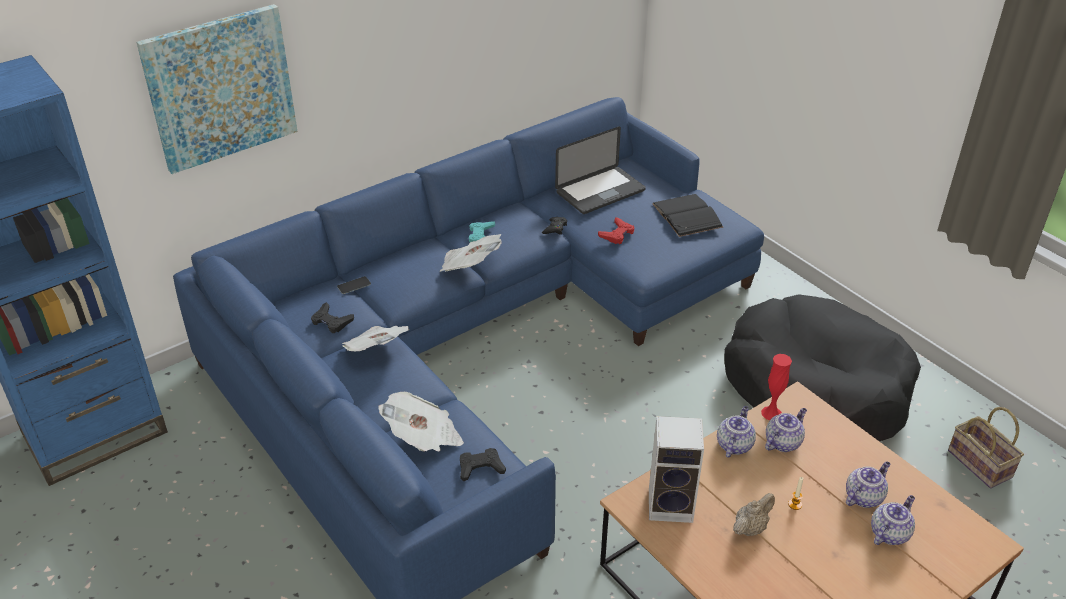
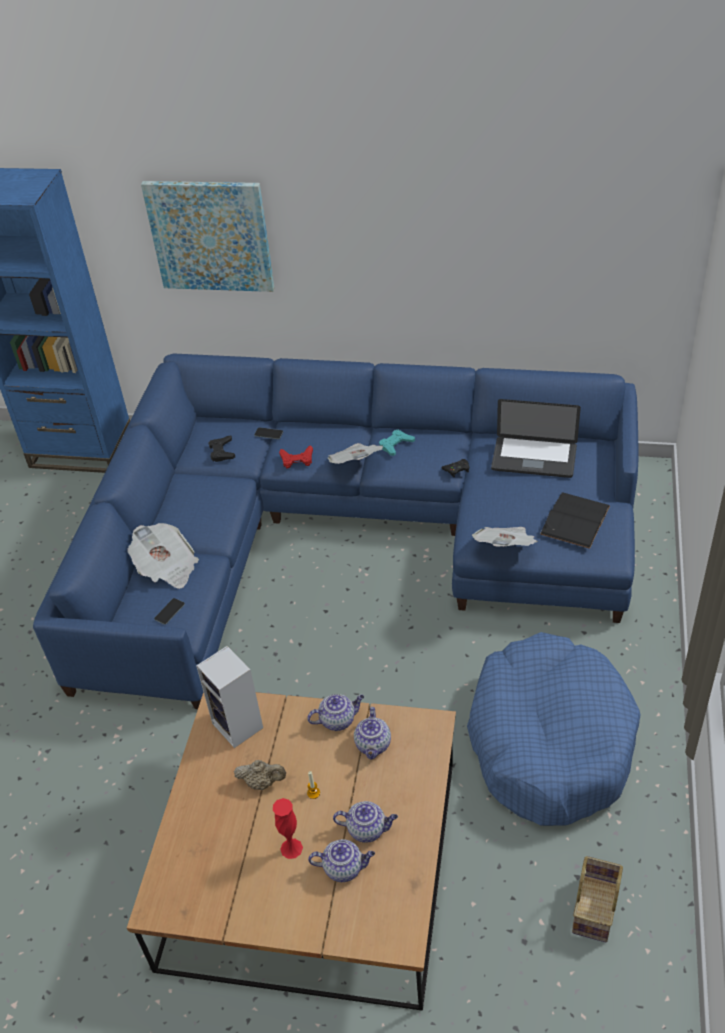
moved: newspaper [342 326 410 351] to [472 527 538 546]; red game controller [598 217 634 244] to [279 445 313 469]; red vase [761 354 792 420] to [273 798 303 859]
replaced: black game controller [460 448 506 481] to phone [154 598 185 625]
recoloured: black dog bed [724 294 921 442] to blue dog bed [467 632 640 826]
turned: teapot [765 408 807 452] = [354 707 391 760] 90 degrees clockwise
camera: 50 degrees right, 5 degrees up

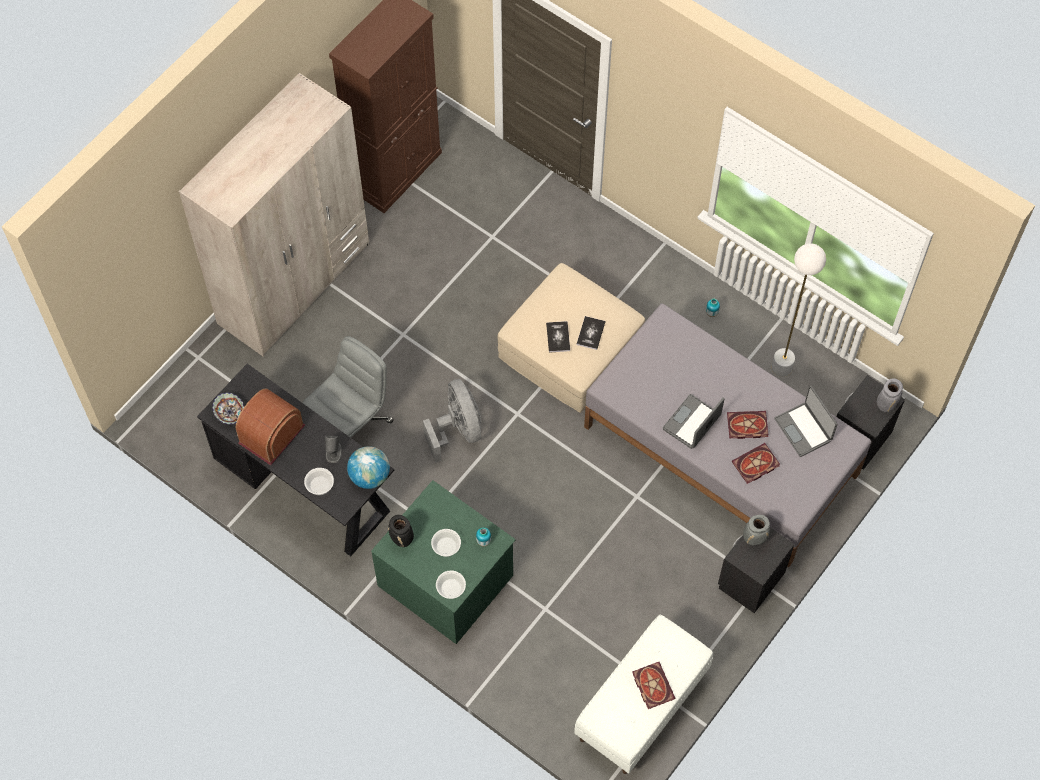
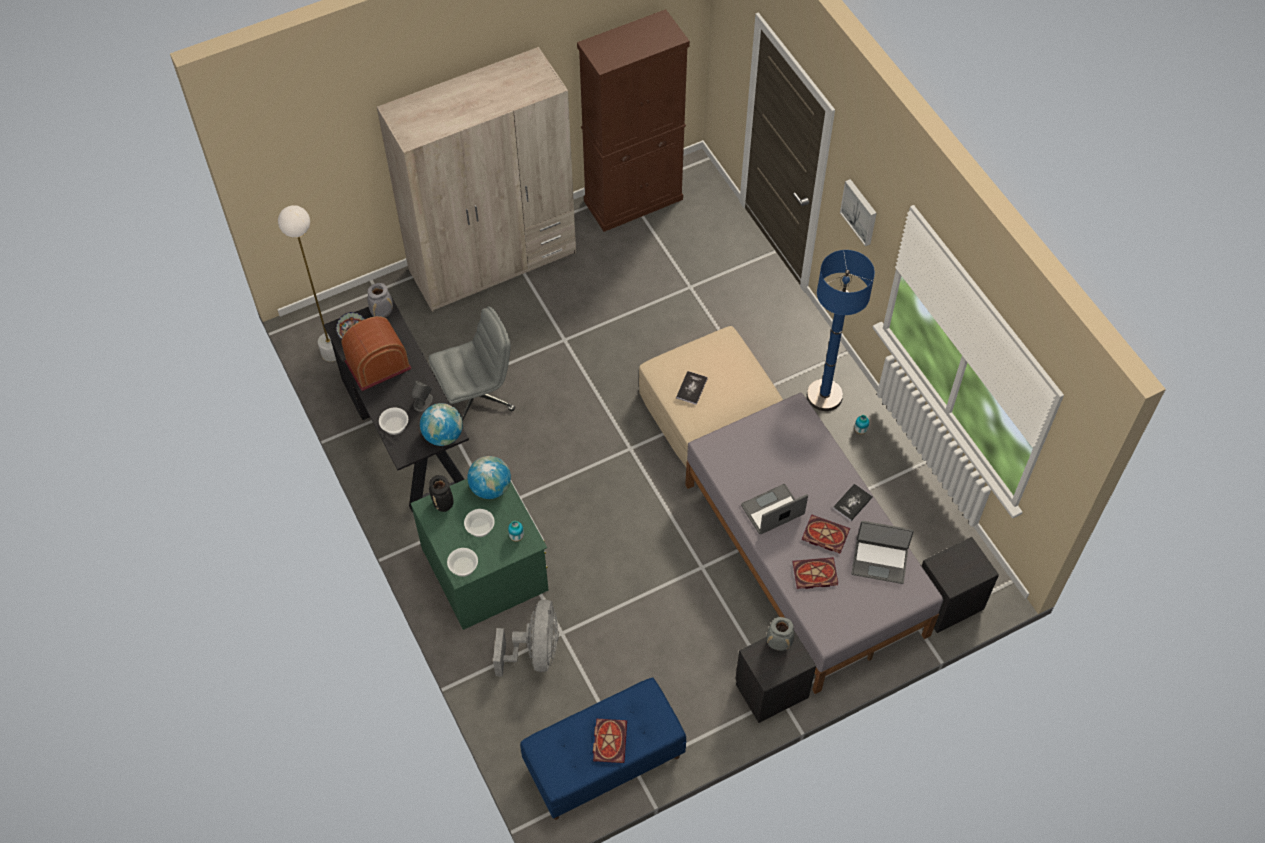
added: globe [467 456 511 499]; blue floor lamp [807 250 875 411]; picture [840 179 877 246]
moved: grey fan [423 379 482 463] to [493 600 559 677]; book [577 316 606 350] to [833 484 873 521]; white floor lamp [772 243 826 377] to [278 205 336 362]; grey vase [877 378 903 412] to [367 283 393 318]
recoloured: white bench [574 614 713 774] to blue bench [520 678 687 820]
turned: laptop [775 386 838 457] = [851 521 914 584] 75 degrees counterclockwise
camera: 25 degrees right, 5 degrees down

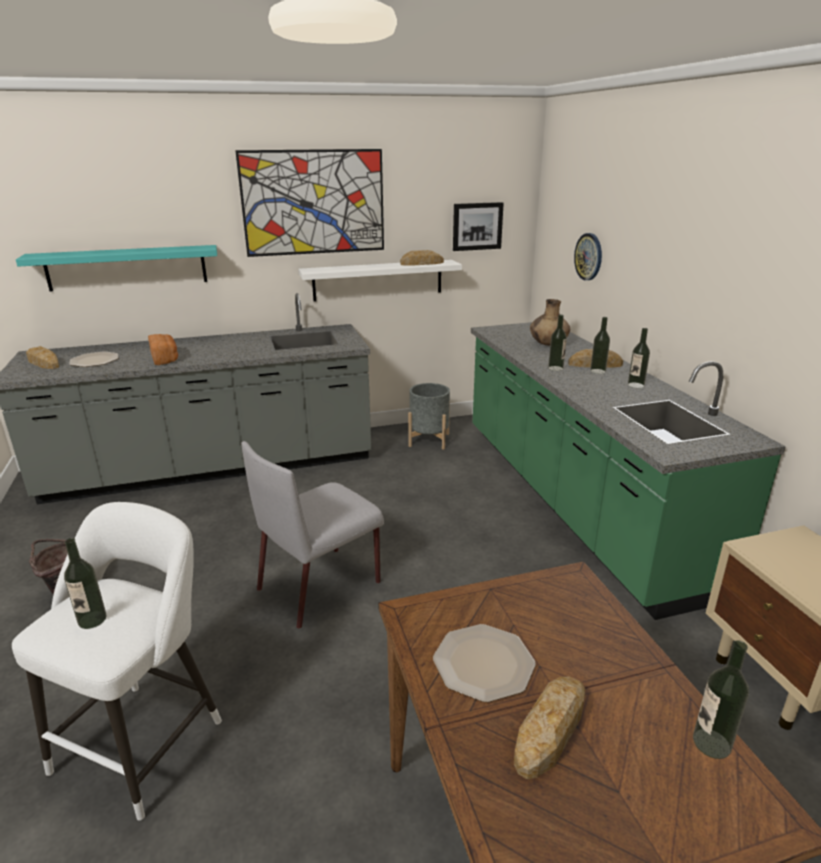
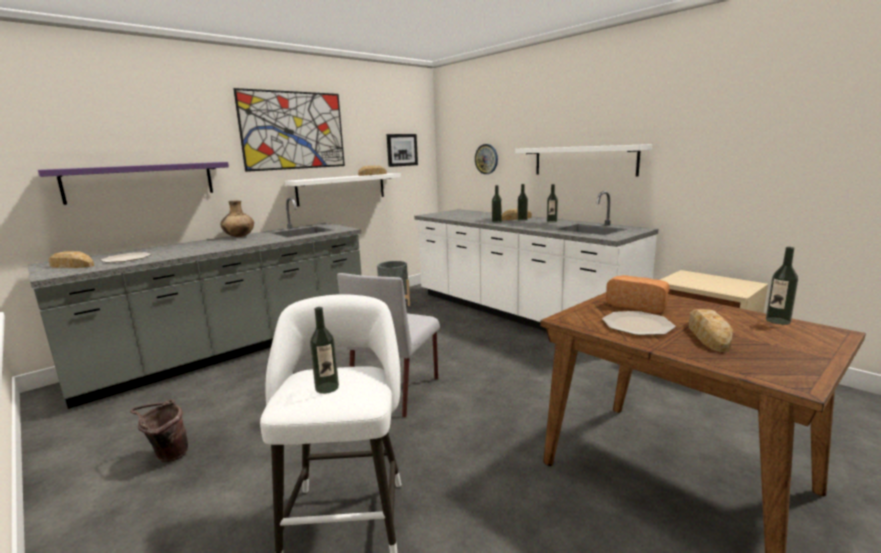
added: white shelf [515 144 652 176]
moved: bread [148 334 178 365] to [606 275 670 313]; brown vase [530 299 570 346] to [220 201 254 237]
recoloured: turquoise shelf [16 245 217 291] to purple shelf [38 162 229 205]; green counter [471 322 786 620] to white counter [414 191 659 331]
camera: 25 degrees left, 10 degrees down

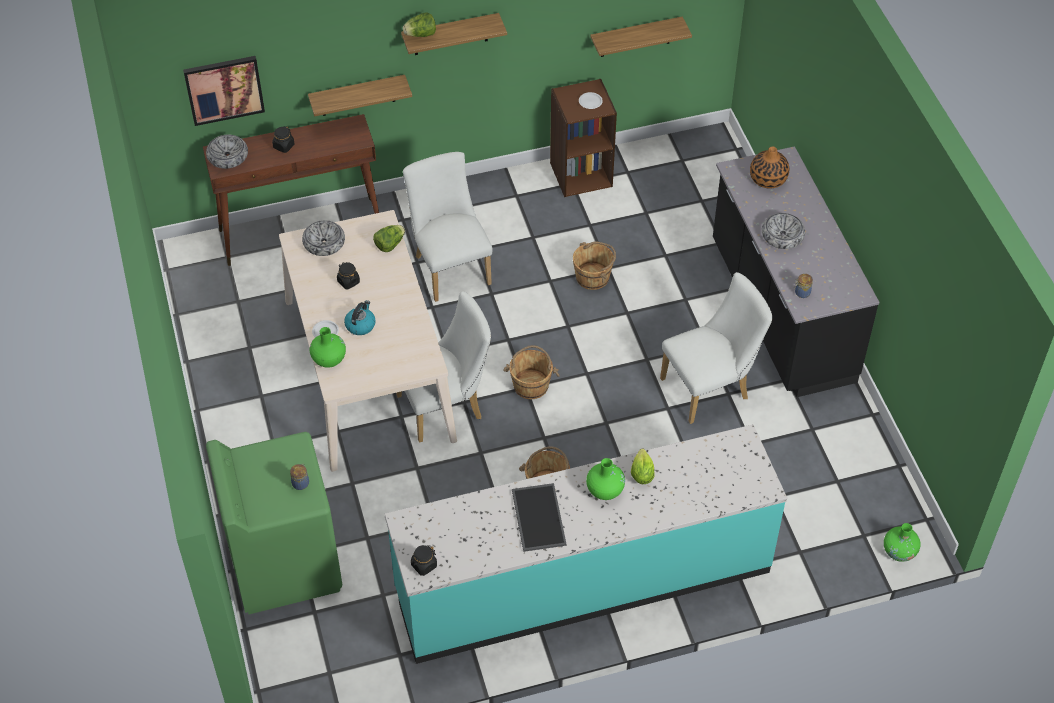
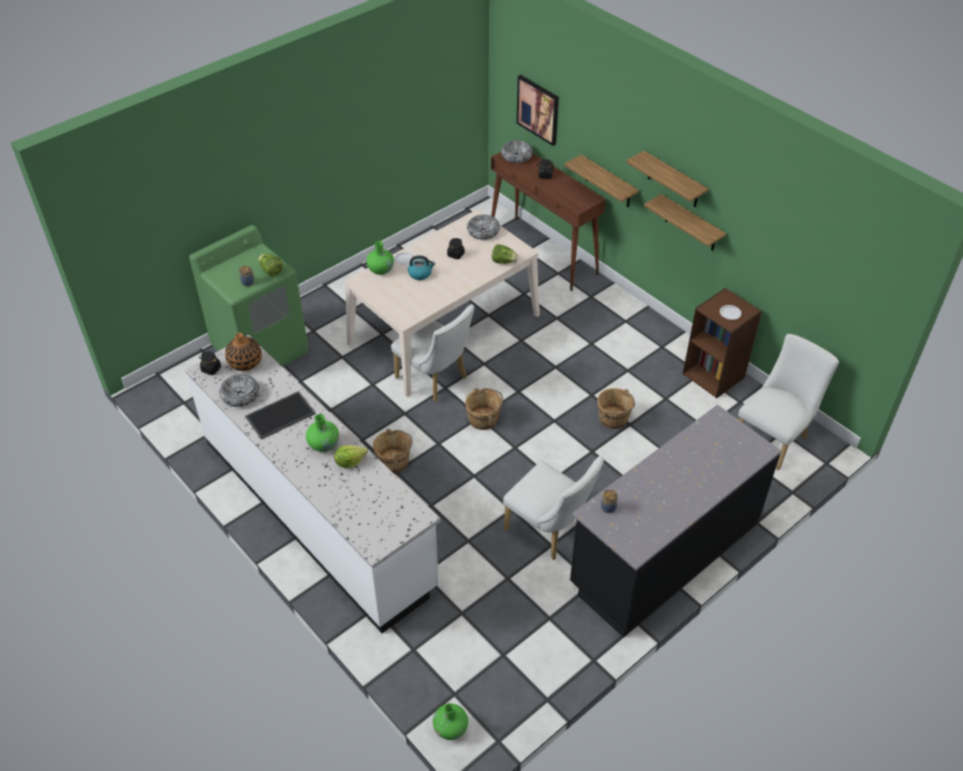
moved: lettuce [403 13 436 37] to [259 254 283 276]; white chair [403 152 493 302] to [738 334 839 471]; shelf [591 17 692 57] to [644 194 726 251]; vase [750 146 789 188] to [225 333 262 371]; bowl [762 213 805 249] to [219 374 259 407]
recoloured: turquoise counter [385 424 787 664] to white counter [185 335 441 633]
camera: 65 degrees right, 5 degrees down

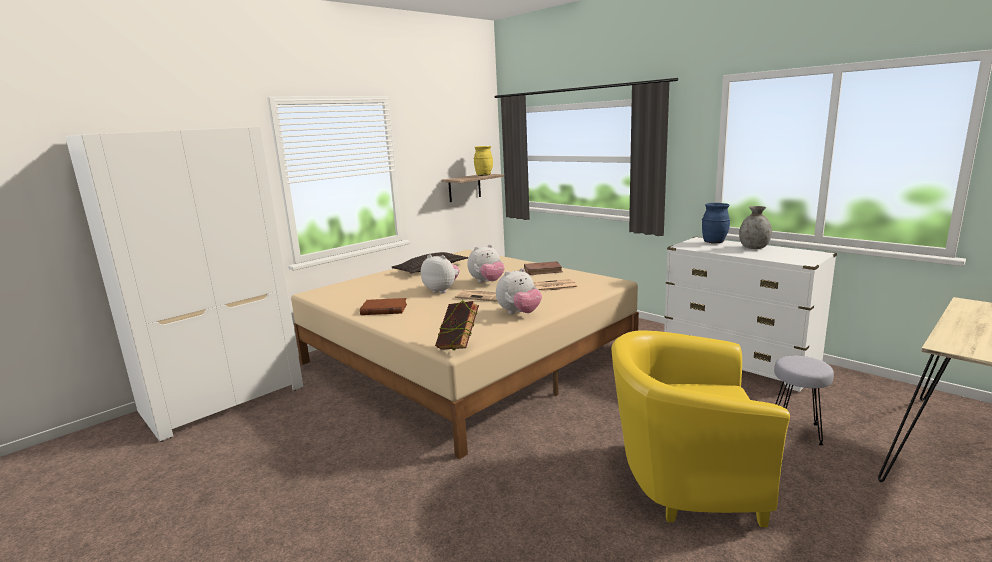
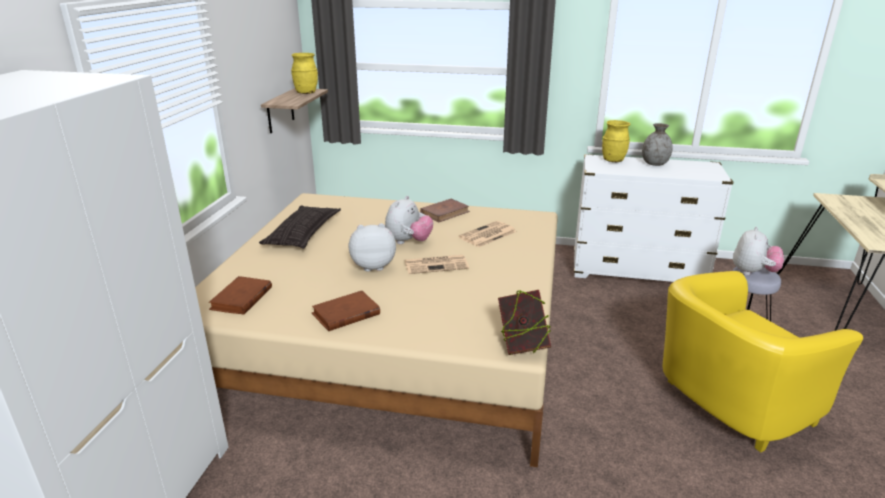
added: brown book [209 276 272 315]
moved: plush toy [496 268 542 314] to [733 227 784 275]
recoloured: blue vase [702 203 730 243] to yellow vase [602 120 631 162]
camera: 35 degrees left, 10 degrees up

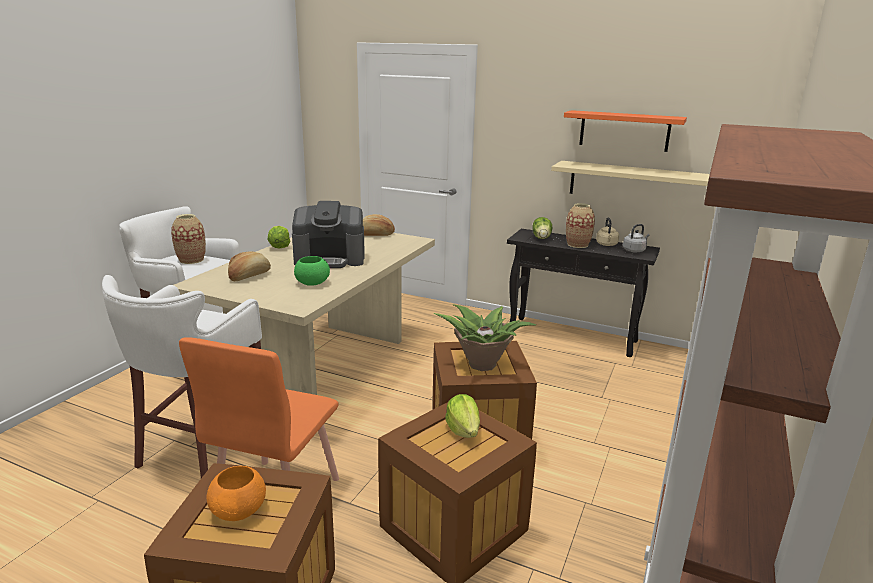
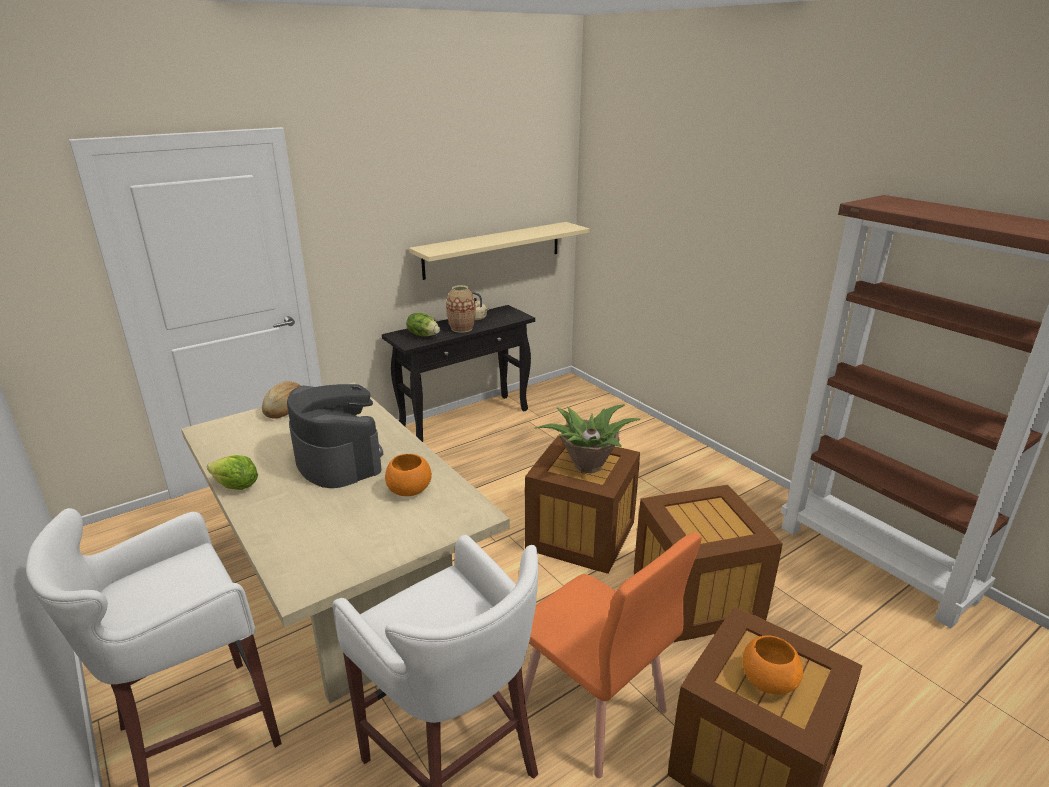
removed: vase [171 214 206 264]; bread [228 251 271 281]; lettuce [445 394 480 438]; orange shelf [564 110 687 152]; grey kettle [623 224 650 252]
recoloured: green bowl [294 256 330 286] to orange bowl [385 454 432 496]
turned: coffee machine [292 201 365 268] = [287 384 383 488] 60 degrees counterclockwise
camera: 60 degrees left, 5 degrees up

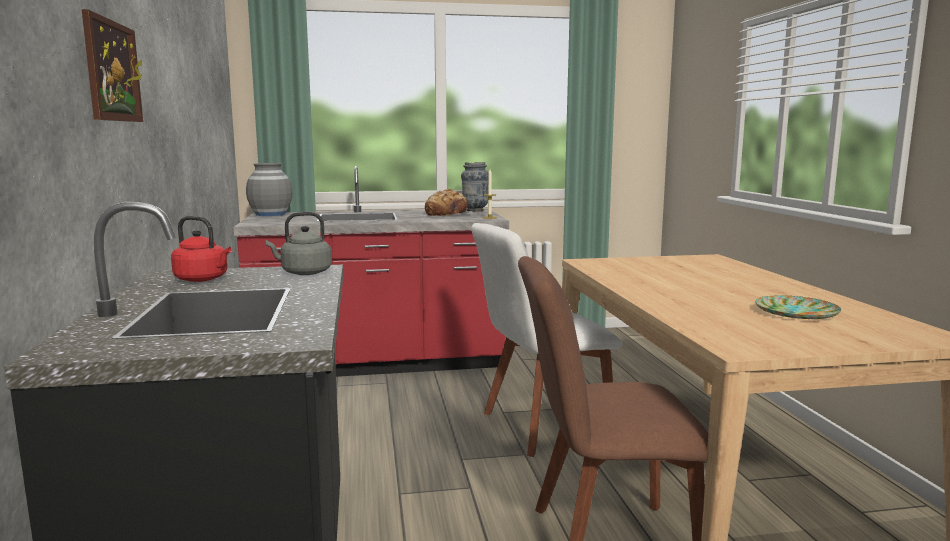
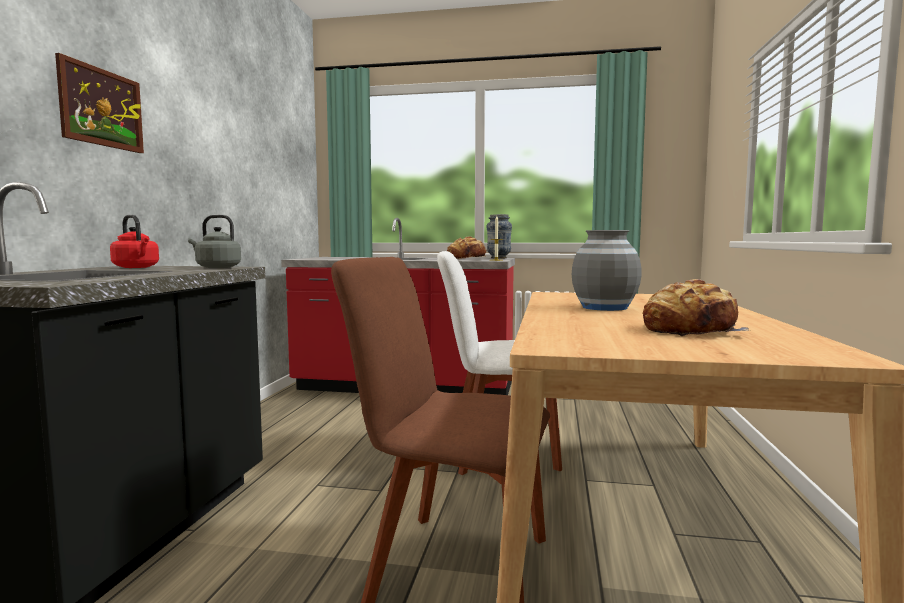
moved: grey vase [246 163 292 216] to [572 230 642 311]
replaced: plate [755 295 841 319] to bread [643 279 749 336]
camera: 20 degrees right, 5 degrees down

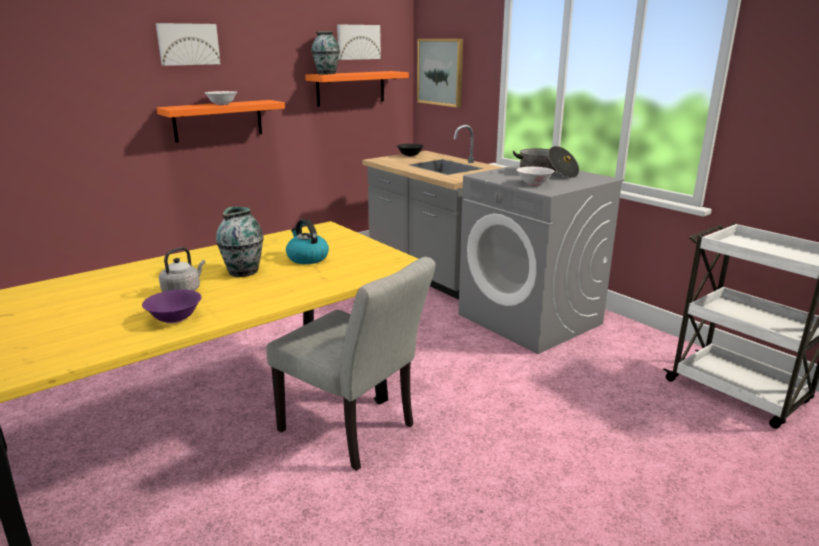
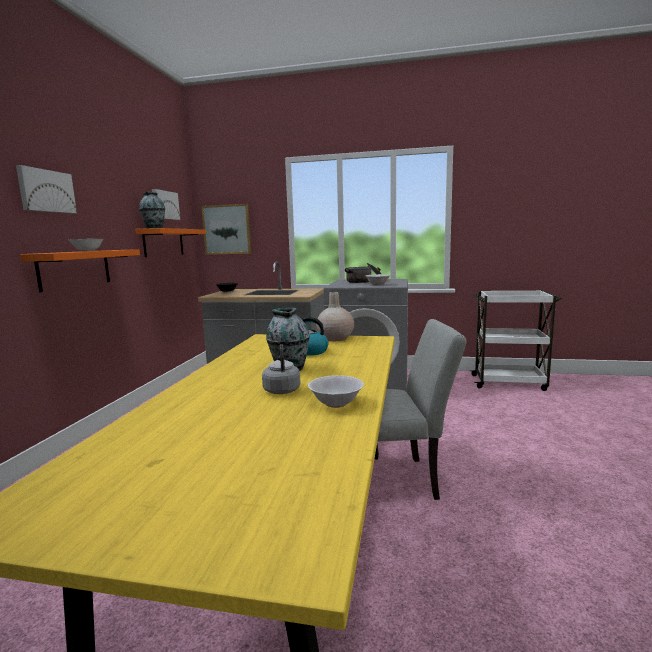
added: beige vase [316 292 354 341]
recoloured: purple bowl [142 290 202 324] to white bowl [308 375 364 408]
camera: 40 degrees left, 10 degrees down

